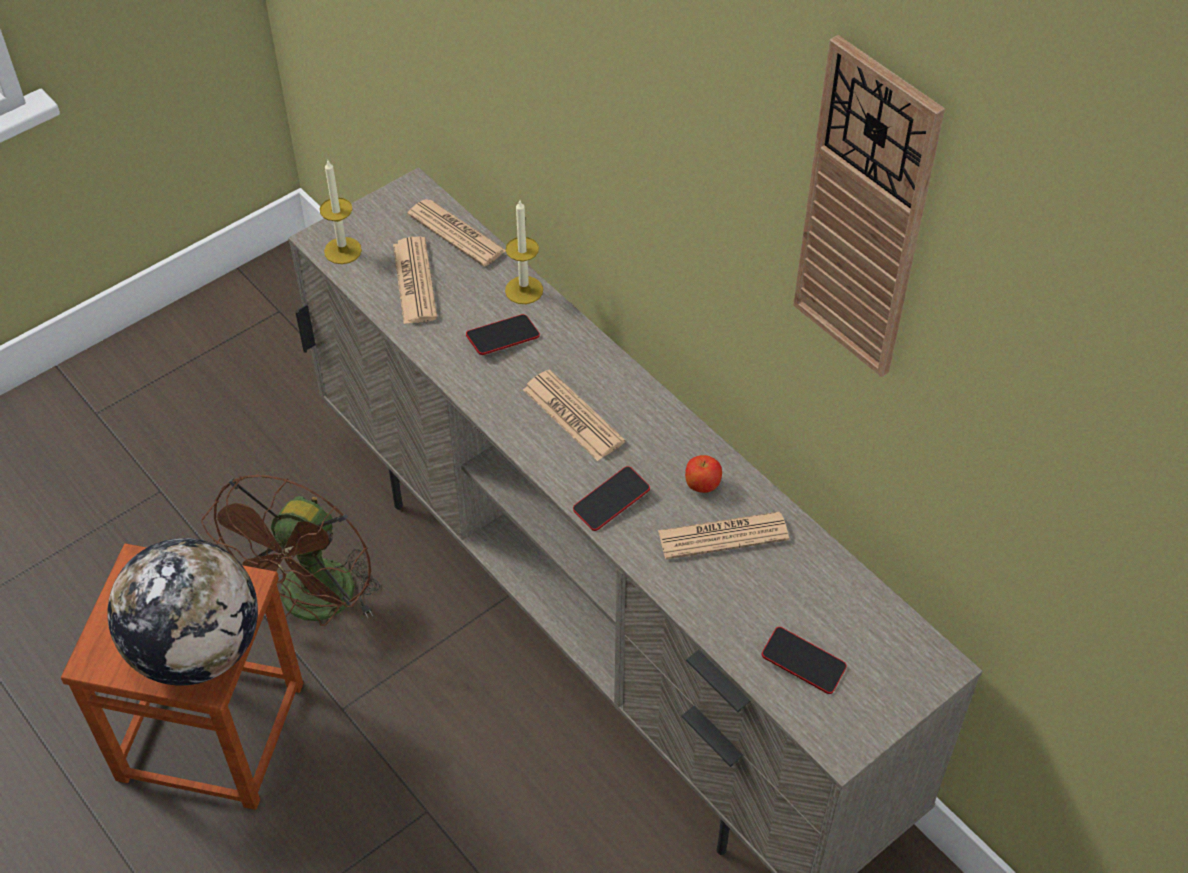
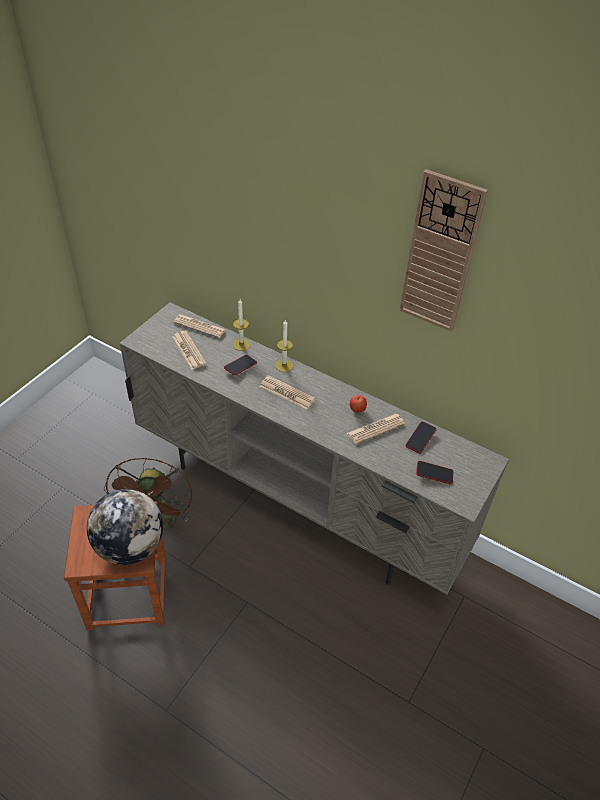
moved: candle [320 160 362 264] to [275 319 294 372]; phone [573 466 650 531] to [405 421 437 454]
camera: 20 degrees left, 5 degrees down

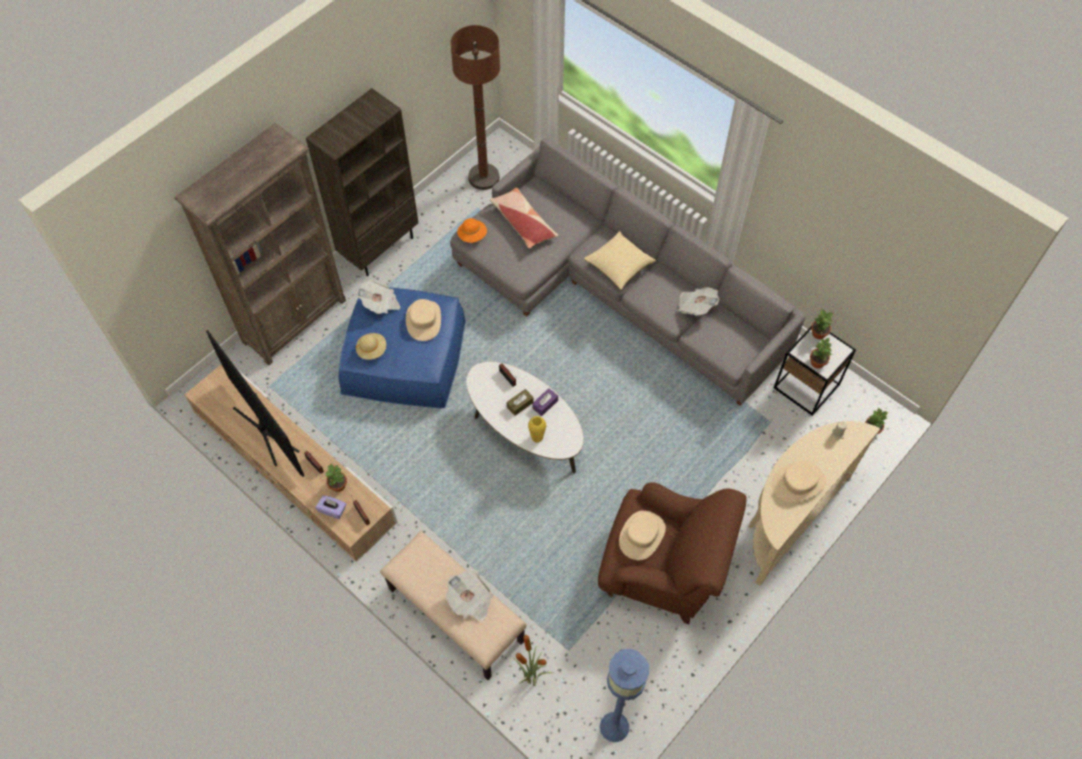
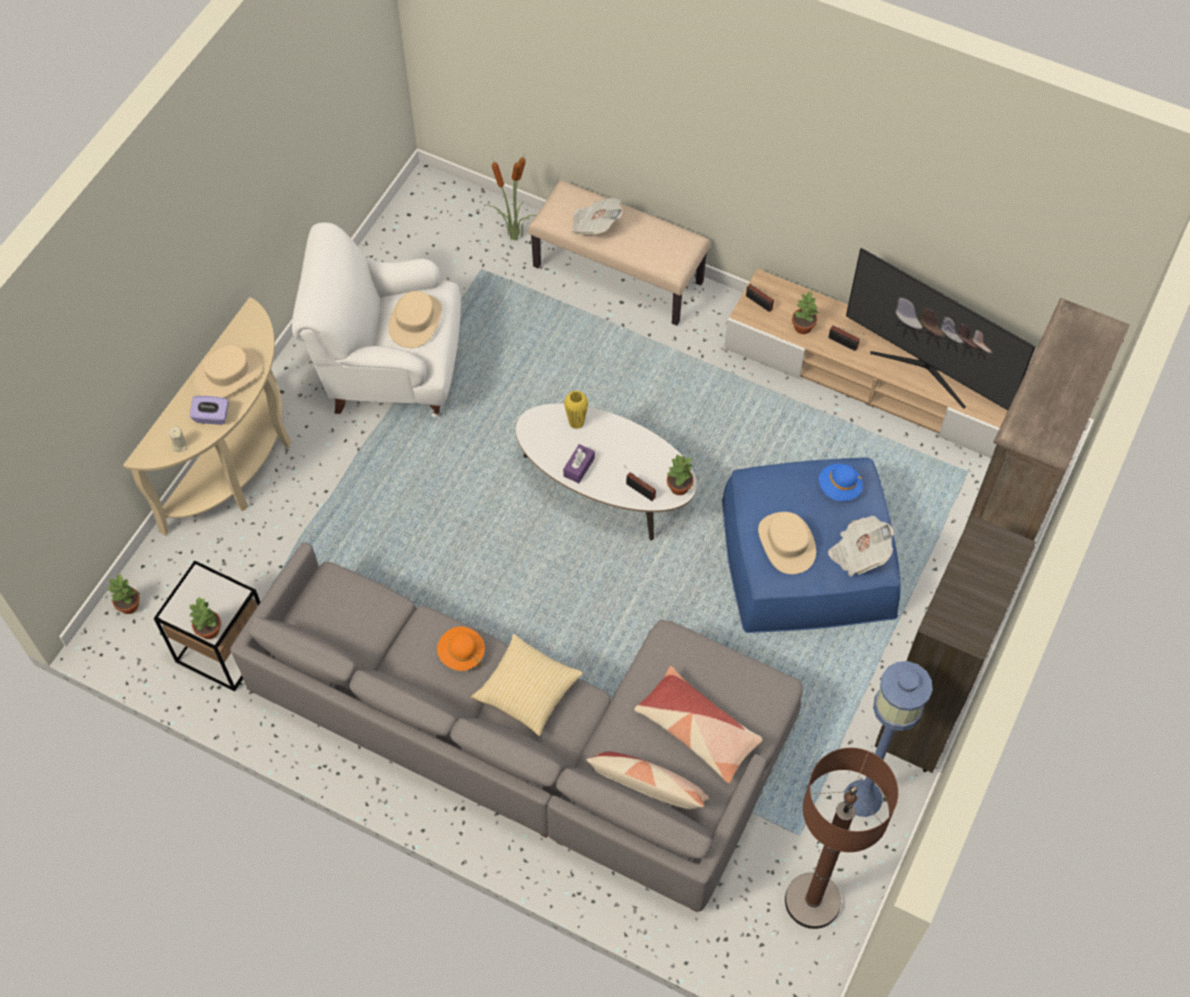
removed: brown tissue box [507 389 534 416]; newspaper [678 287 719 316]
added: pillow [586 751 709 809]
moved: purple tissue box [316 495 346 519] to [190 396 229 425]; orange hat [457 218 487 243] to [437 627 485 671]; blue floor lamp [600 649 649 742] to [844 661 933 817]; potted plant [810 338 833 368] to [667 455 694 495]
recoloured: beige hat [356 333 386 360] to blue hat [819 464 863 501]; brown armchair [598 482 747 624] to white armchair [292 222 461 418]
camera: 165 degrees right, 0 degrees up

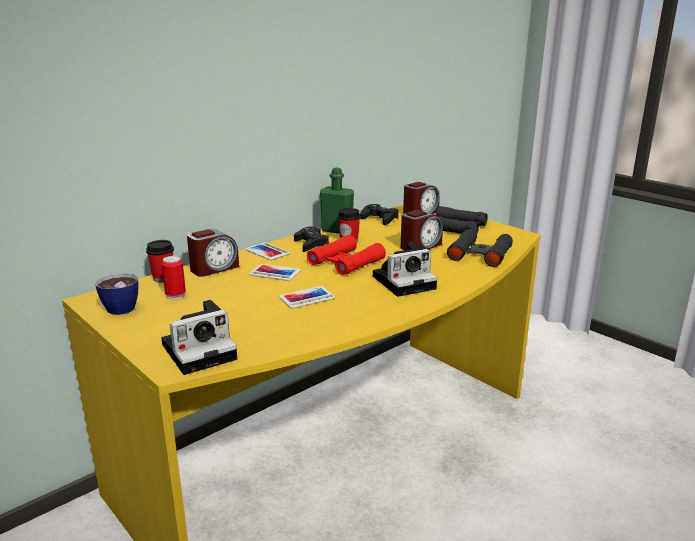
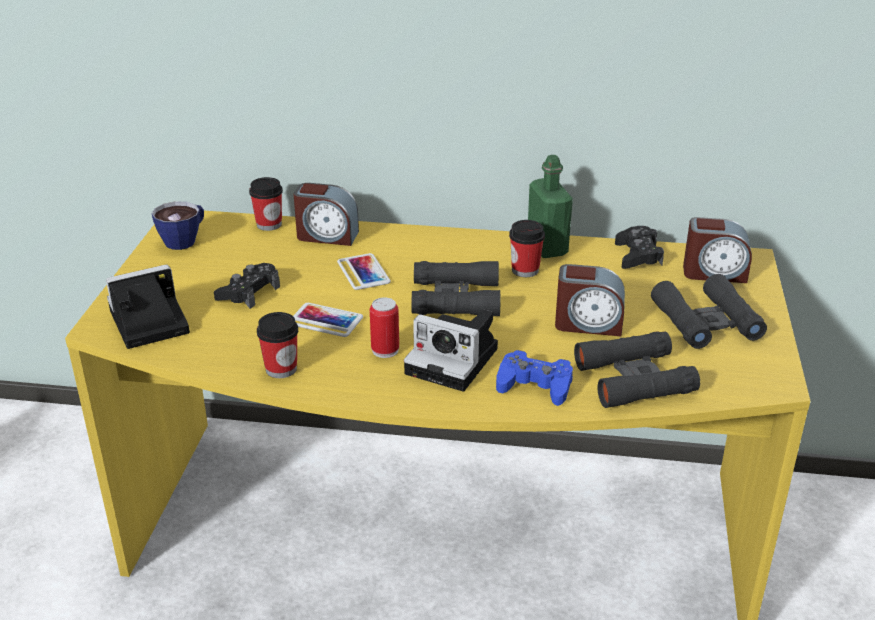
removed: phone [246 243 290 260]
added: cup [257 312 298 378]; blue game controller [496 350 573 406]
moved: can [162 256 186 299] to [370 297 399 358]; black game controller [294 226 329 252] to [214 263 280 309]
recoloured: red binoculars [307 235 386 275] to black binoculars [411 261 500 316]
turned: photo camera [161 300 237 375] = [106 265 190 349] 135 degrees clockwise
camera: 50 degrees right, 10 degrees up

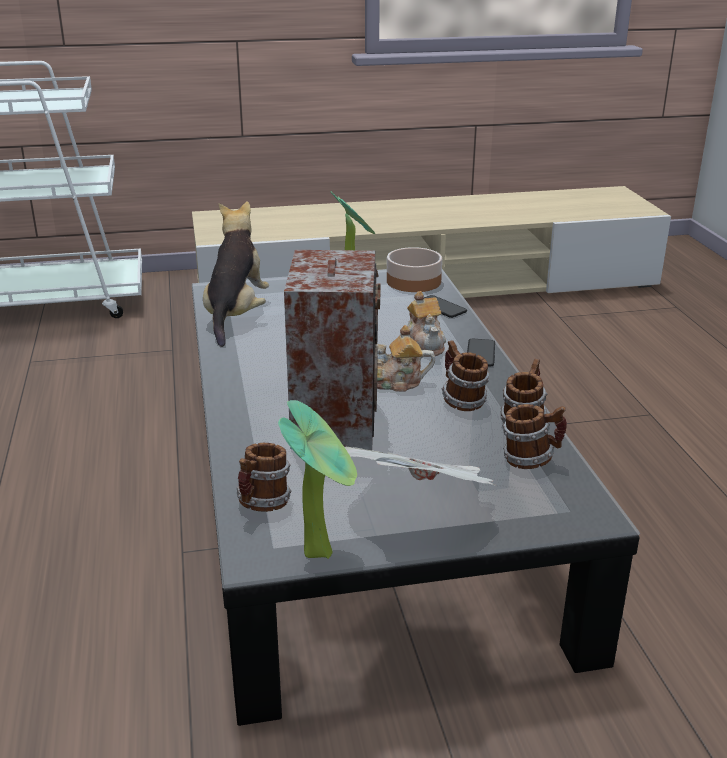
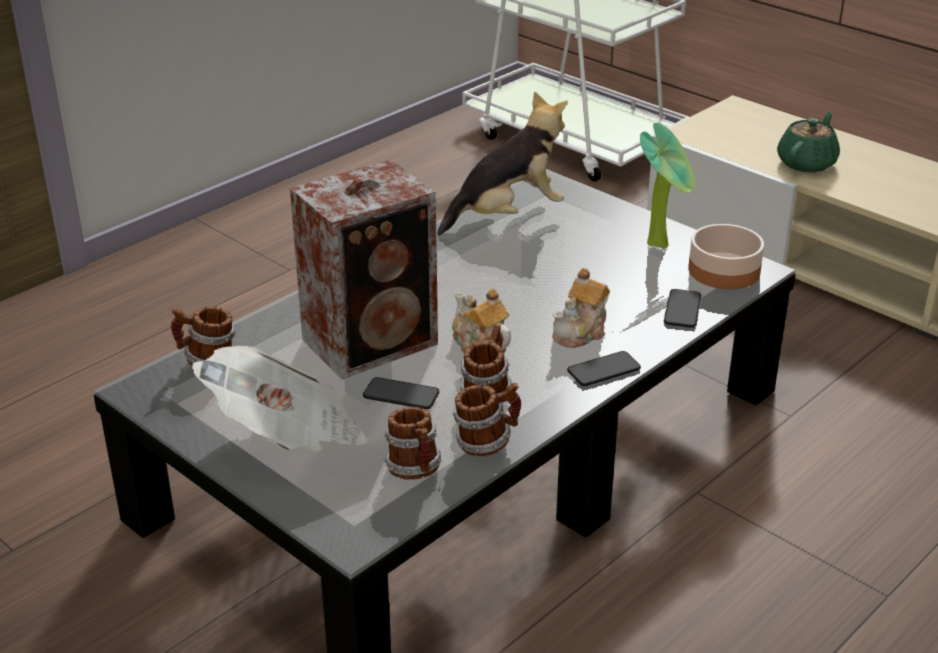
removed: potted plant [278 400 357 559]
added: phone [363 377 439 409]; green teapot [777 111 840 172]
camera: 55 degrees right, 5 degrees up

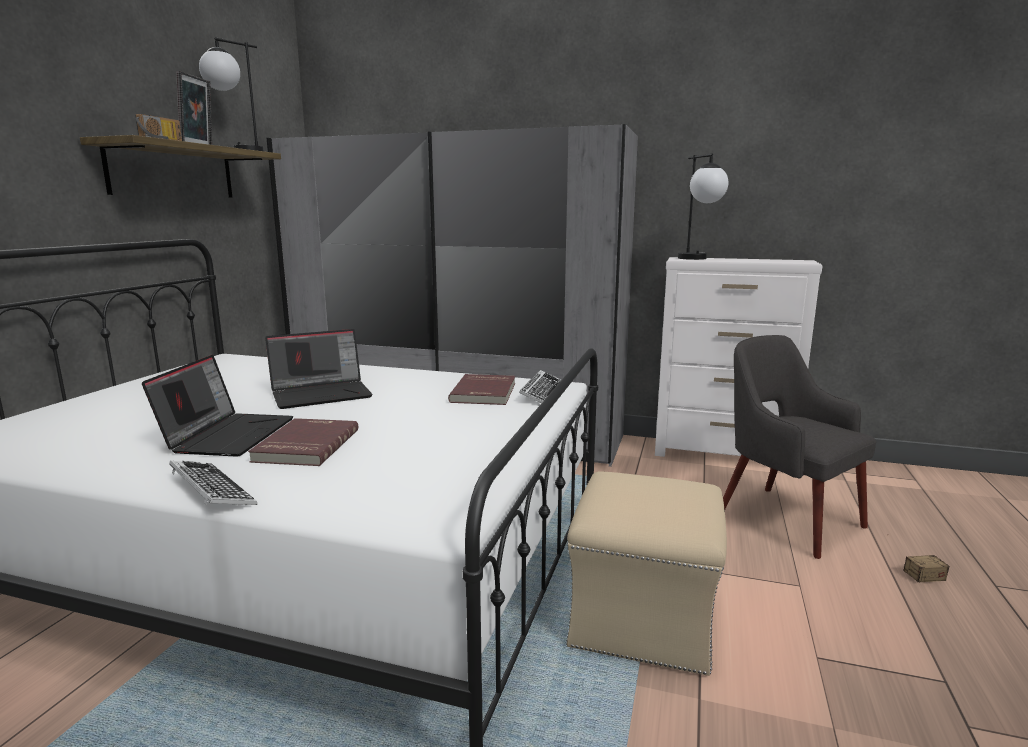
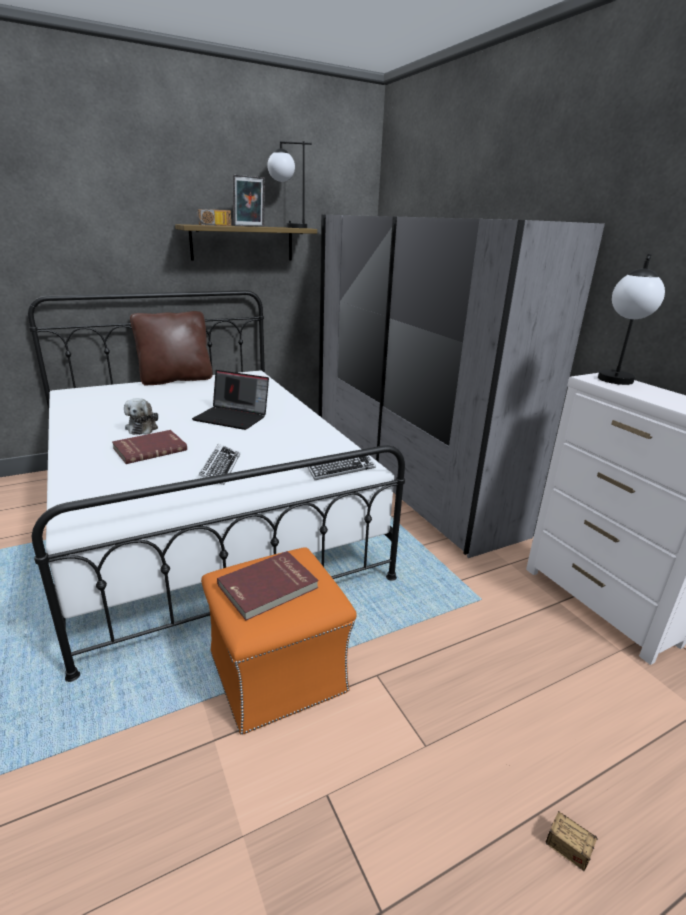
removed: grey armchair [723 335 876 559]
added: brown pillow [130 311 213 386]
moved: keyboard [169 461 257 505] to [199 444 240 485]; red book [448 374 515 405] to [217 551 319 620]
replaced: laptop [142 355 293 457] to plush toy [124 398 158 435]
recoloured: beige ottoman [566 471 727 676] to orange ottoman [201 547 357 735]
camera: 45 degrees right, 10 degrees up

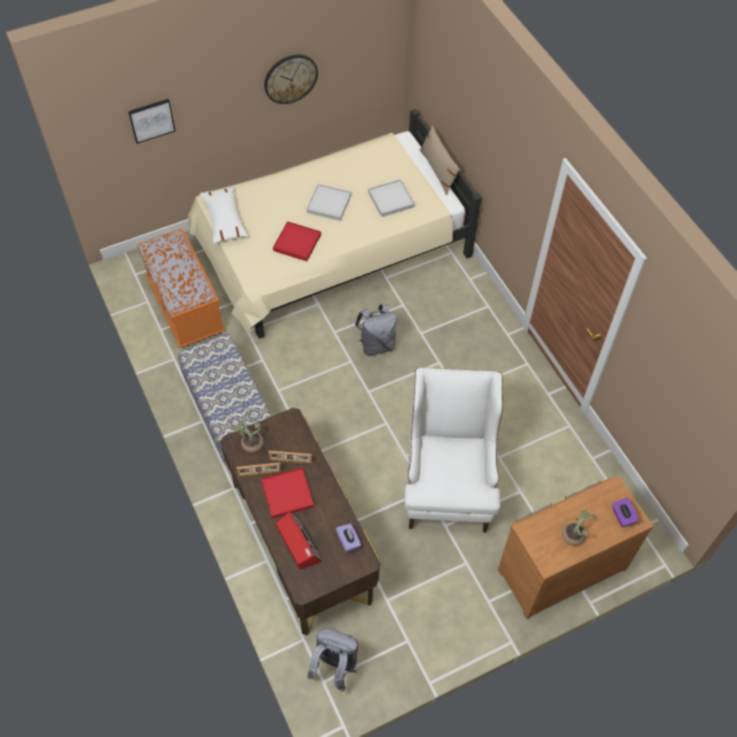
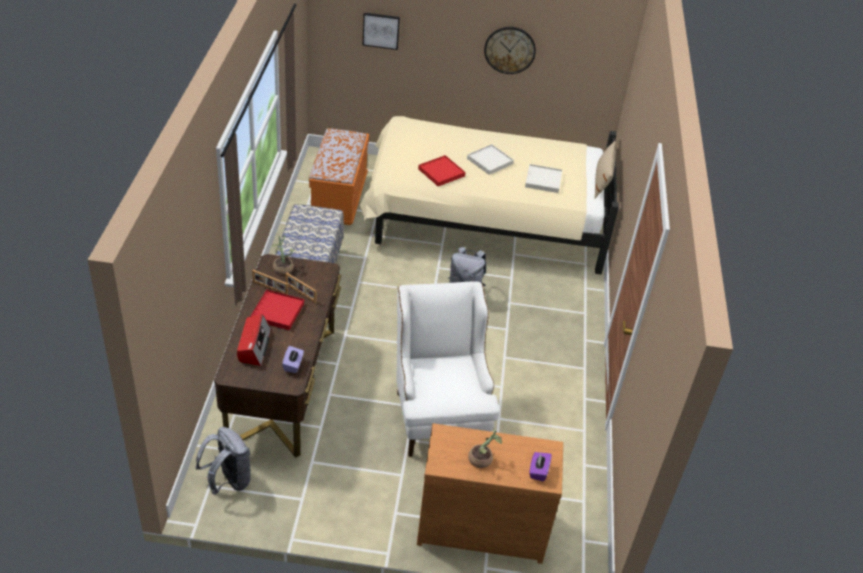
removed: white pillow [200 187 248 244]
turned: white armchair [404 367 503 533] = [396 281 500 457] 45 degrees counterclockwise
camera: 30 degrees right, 15 degrees down

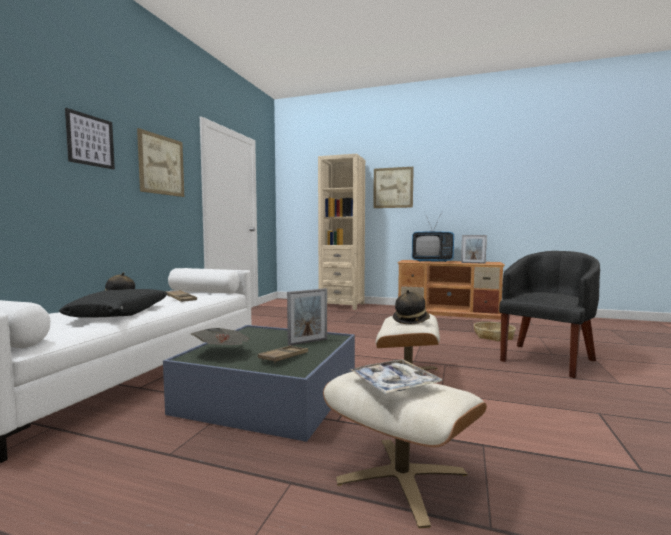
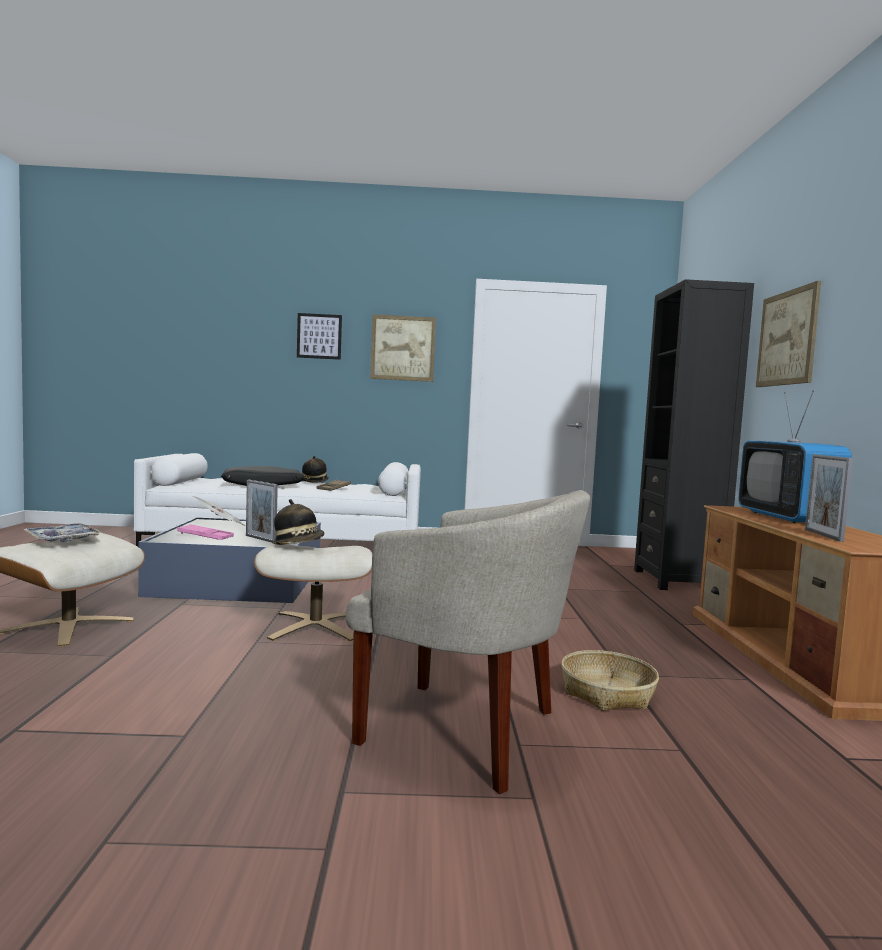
recoloured: brown tray [258 345 308 363] to pink tray [177 524 234 540]; beige bookcase [318 154 365 310] to black bookcase [634 279 754 590]; black armchair [499 251 600 378] to beige armchair [345 490 590 794]
camera: 70 degrees right, 0 degrees up

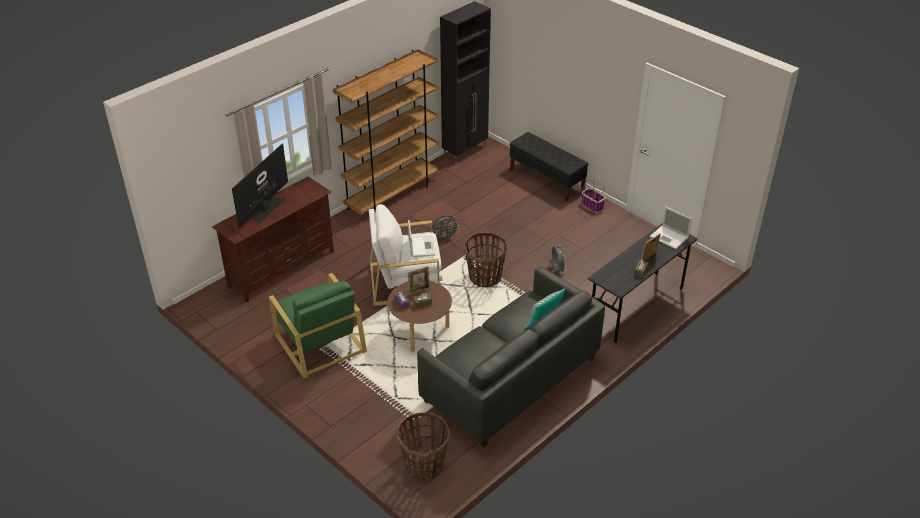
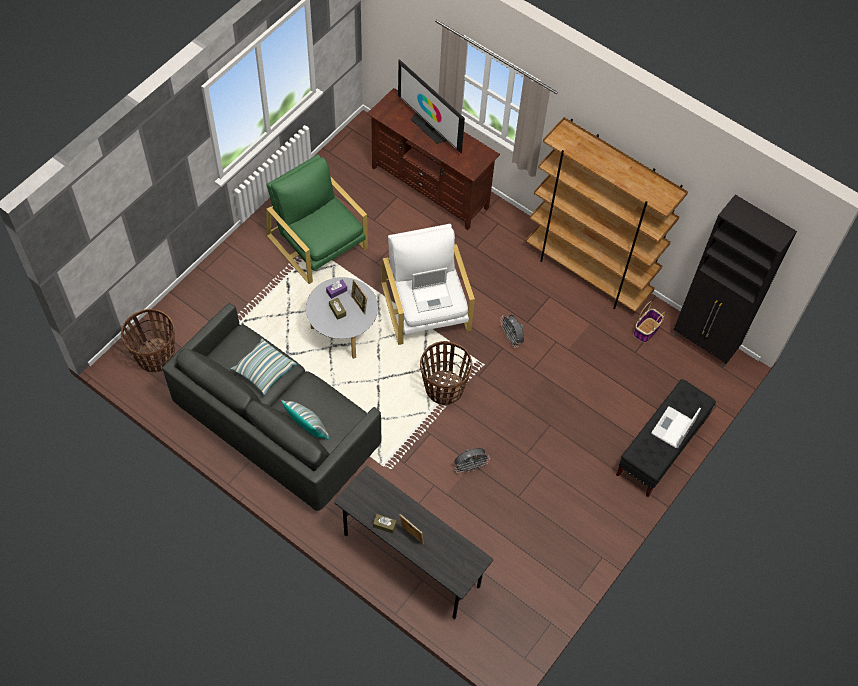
added: pillow [231 339 297 395]
moved: basket [581 177 605 213] to [633 301 665 342]; laptop [650 207 692 249] to [651 406 701 448]
recoloured: brown coffee table [388 281 452 352] to grey coffee table [306 277 378 359]
turned: television [232 143 288 228] = [398 59 465 153] 150 degrees counterclockwise; green armchair [269 273 367 378] = [266 154 368 284] 90 degrees clockwise
camera: 80 degrees right, 20 degrees up

